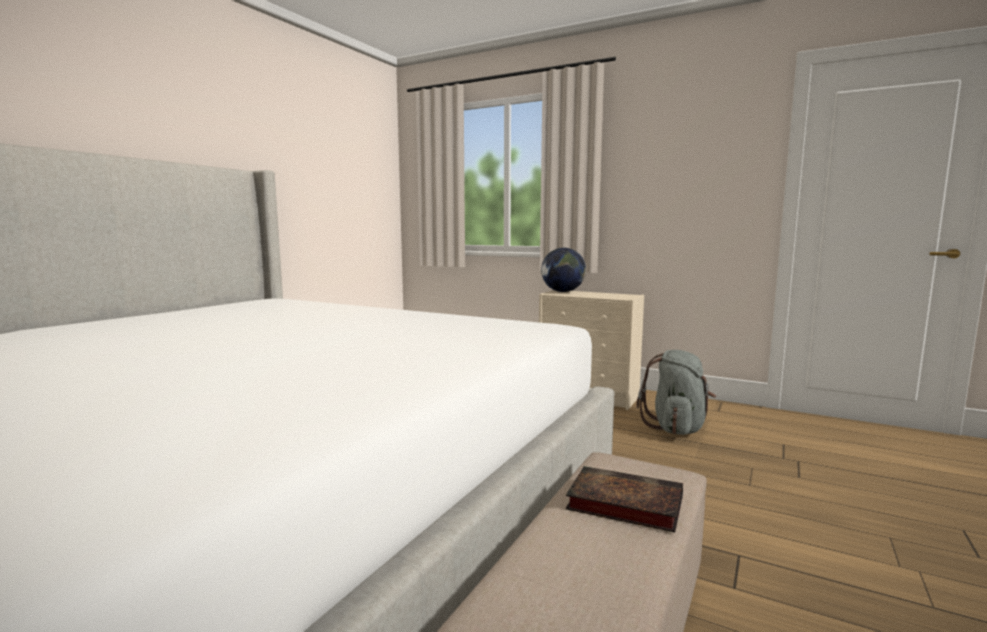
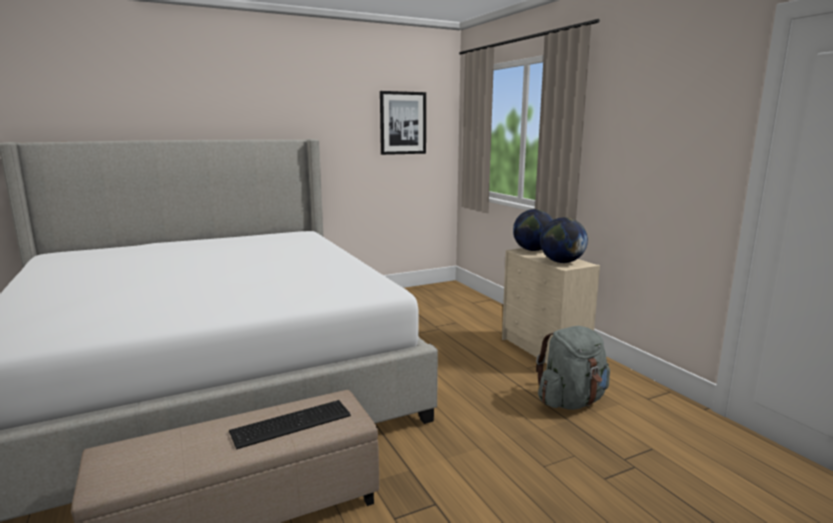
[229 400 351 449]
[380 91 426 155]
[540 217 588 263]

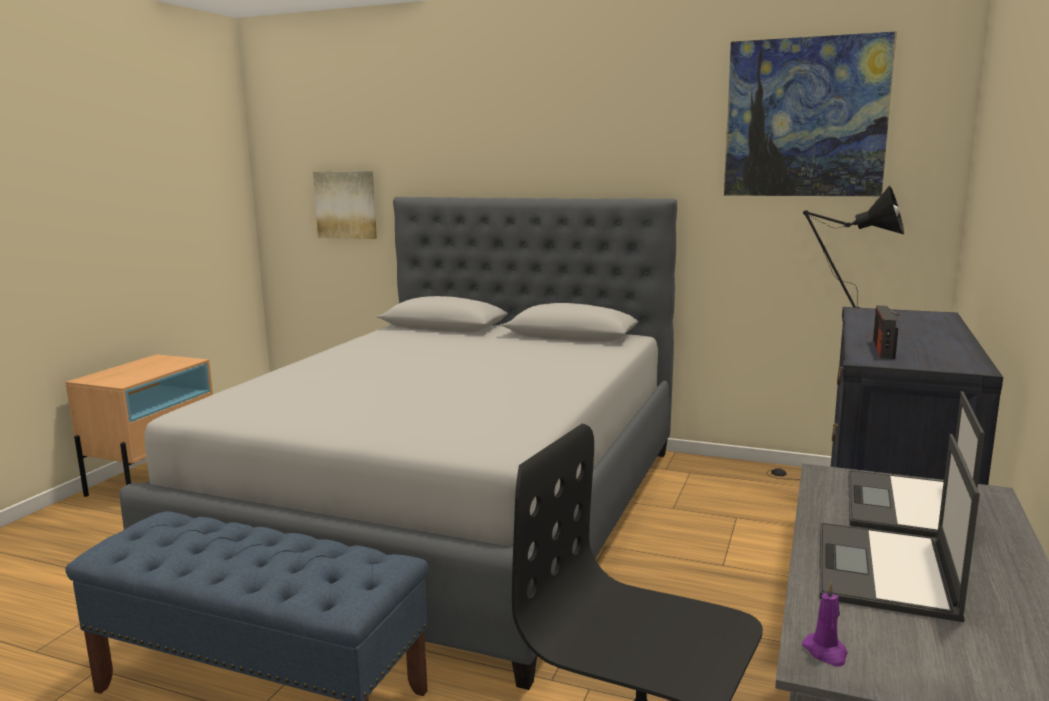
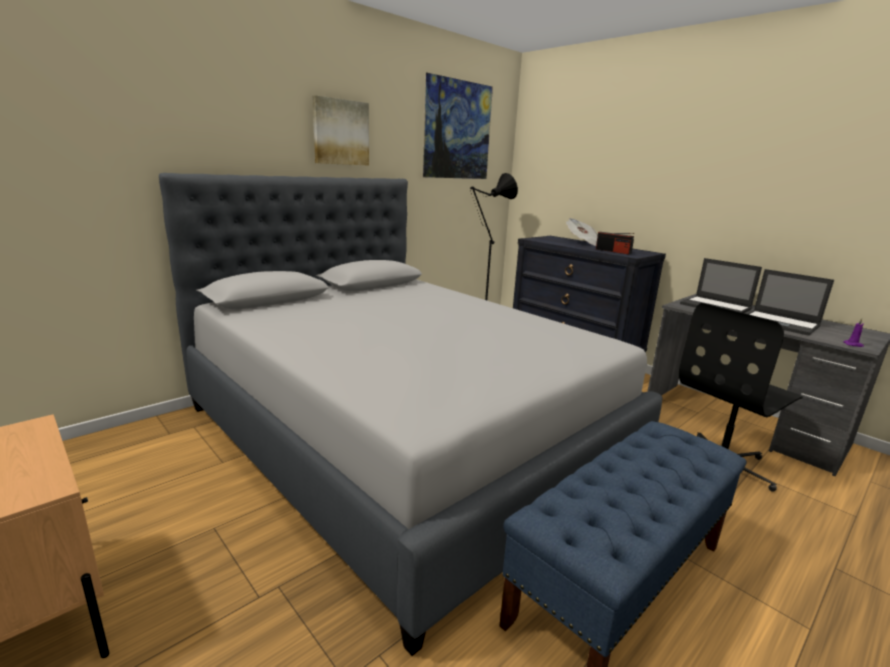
[312 95 369 166]
[566 218 598 246]

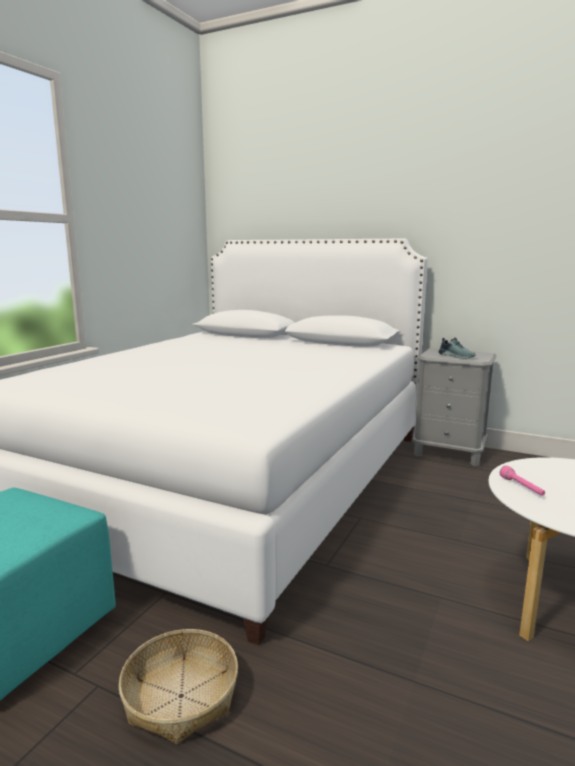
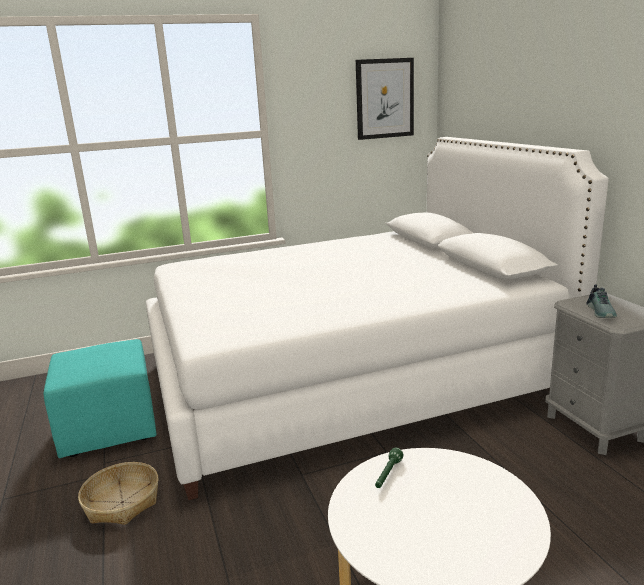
[356 58 414 140]
[375 448 403 488]

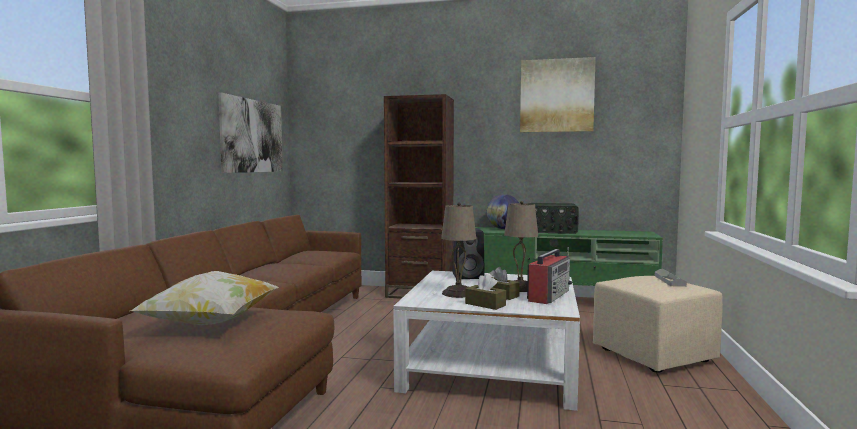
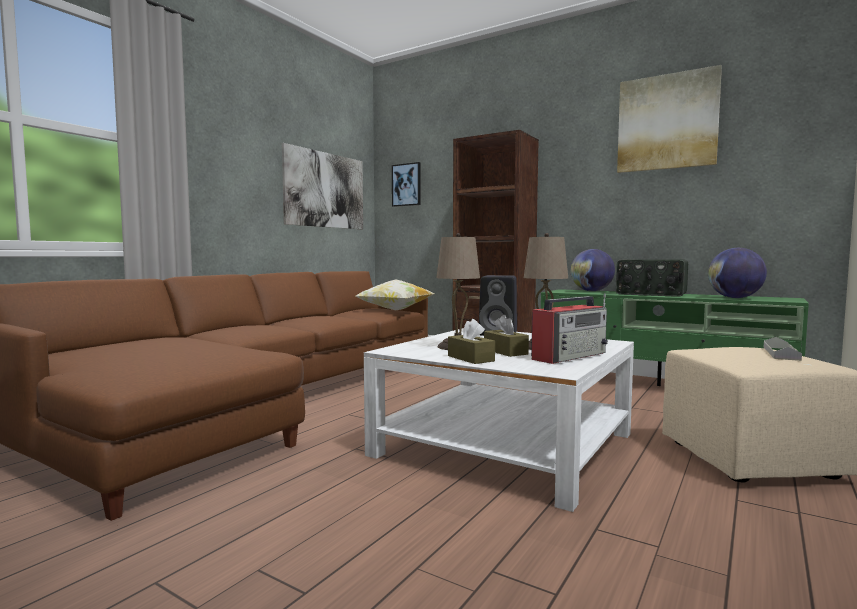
[356 279 434 311]
[392 162 421 207]
[708 248 767 298]

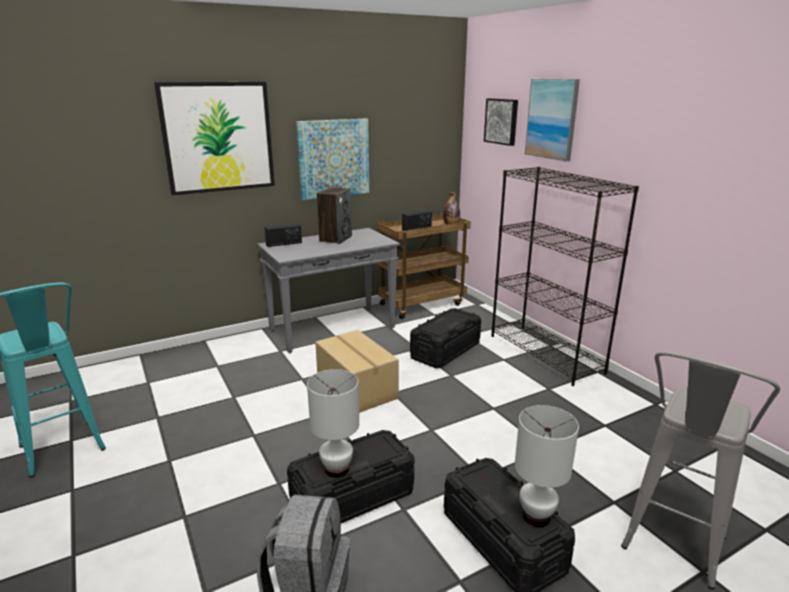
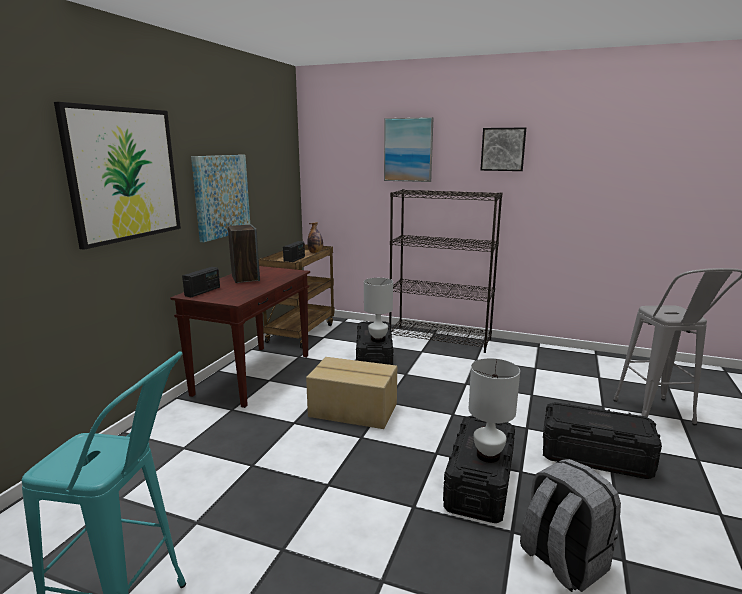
[170 266 310 408]
[364 278 393 342]
[480 127 526 171]

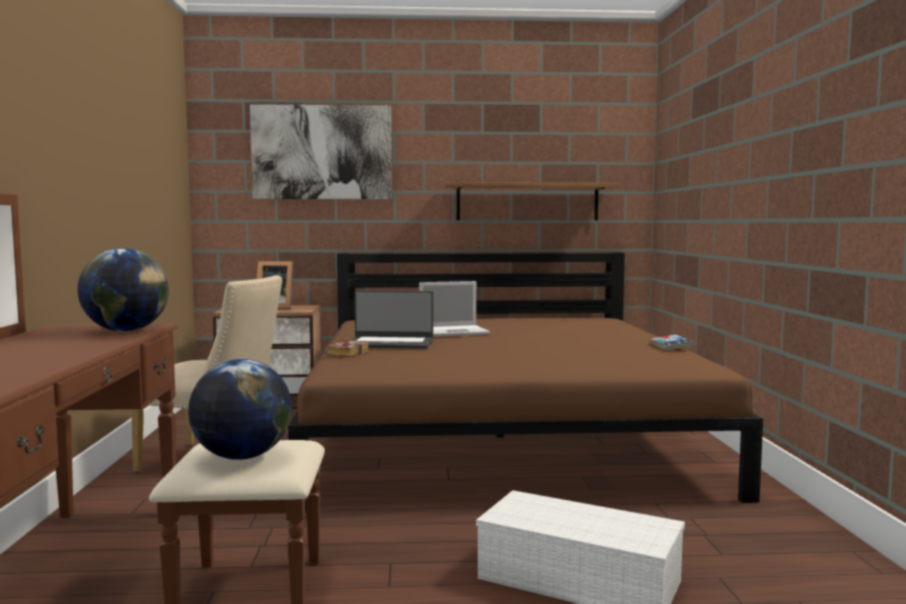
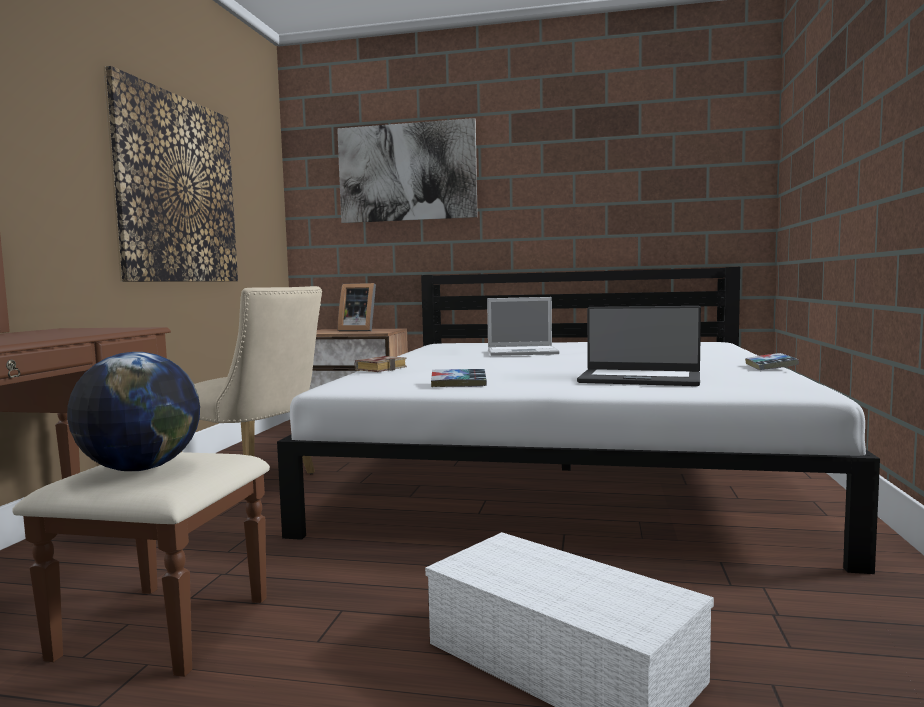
[104 66 238 282]
[277 267 880 574]
[431 369 487 387]
[577 306 701 386]
[77 248 169 332] (first image)
[443 182 620 220] (first image)

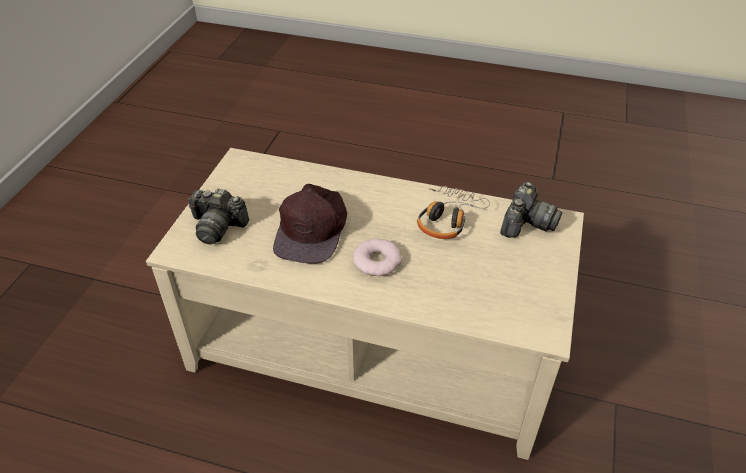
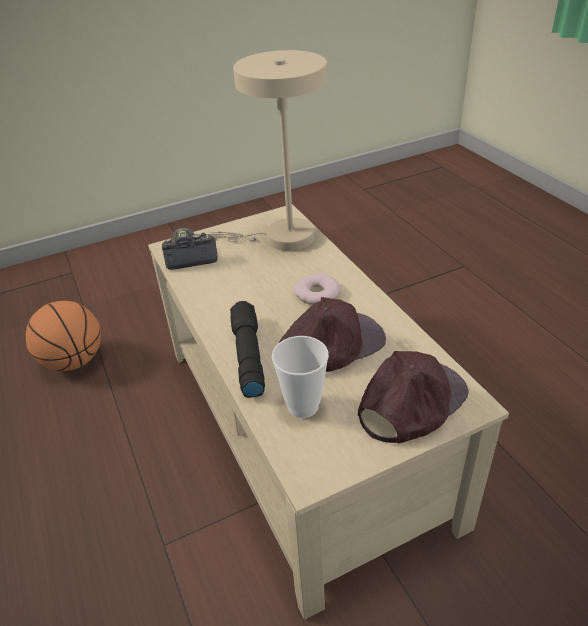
[26 301 101 371]
[207 50 327 251]
[230 301 265 398]
[272 336 329 418]
[358 351 469 443]
[417 186 490 239] (first image)

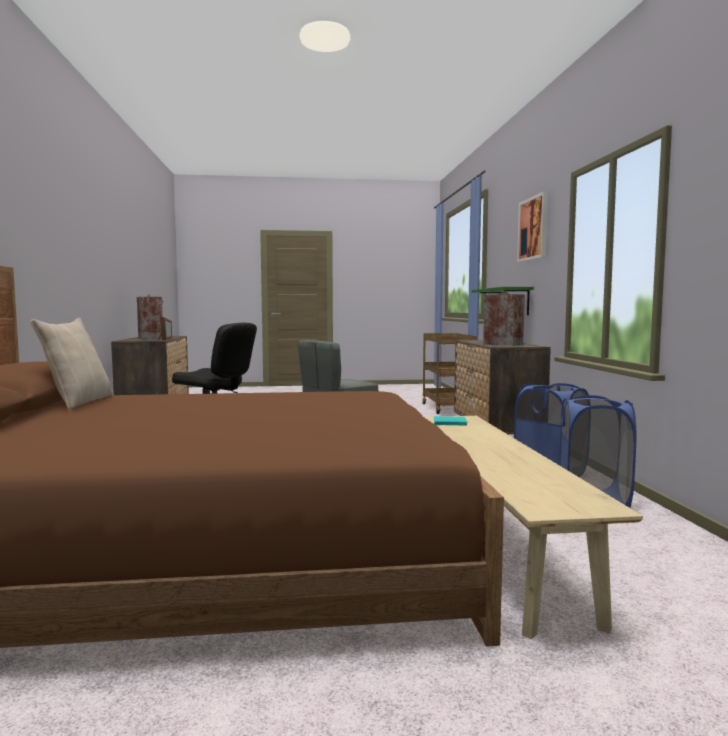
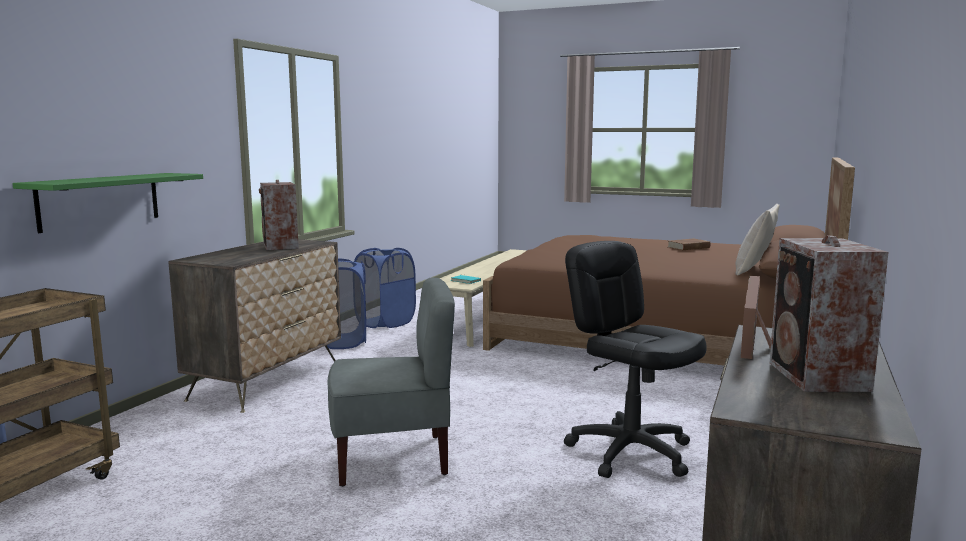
[668 239 710 250]
[517 192 548 262] (first image)

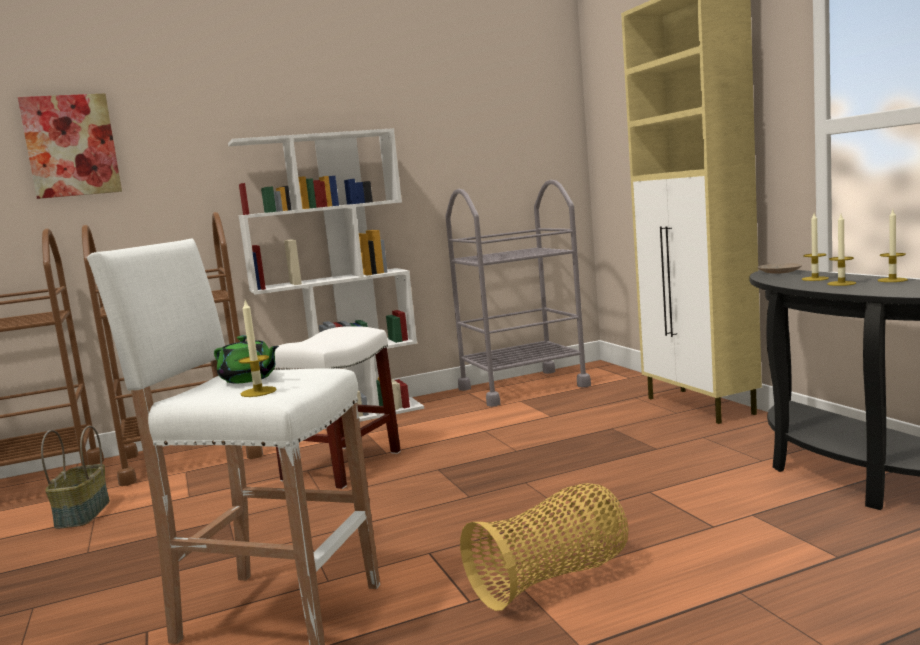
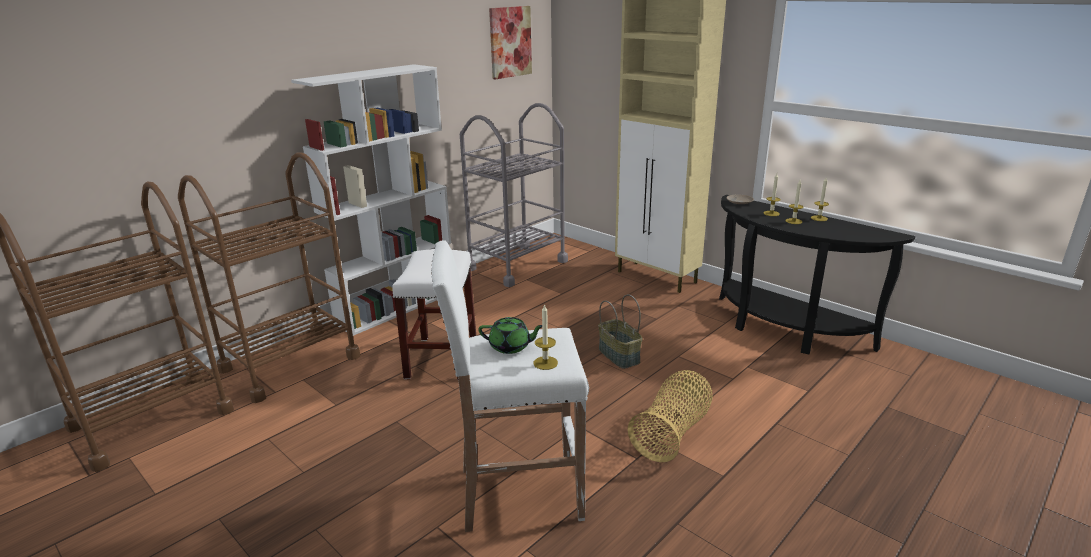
[489 6 532 79]
[598 294 643 369]

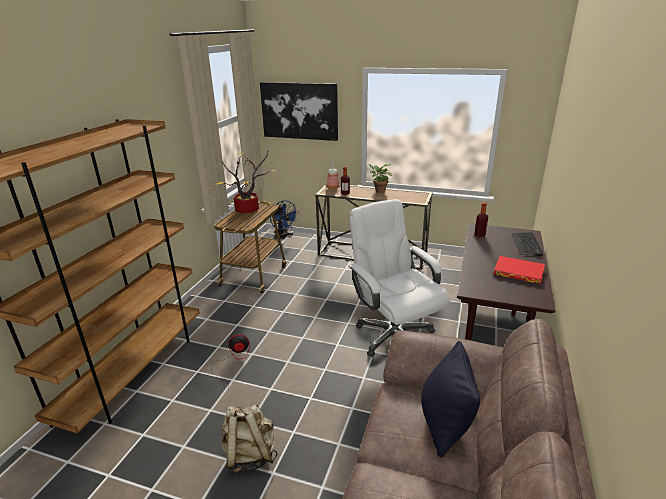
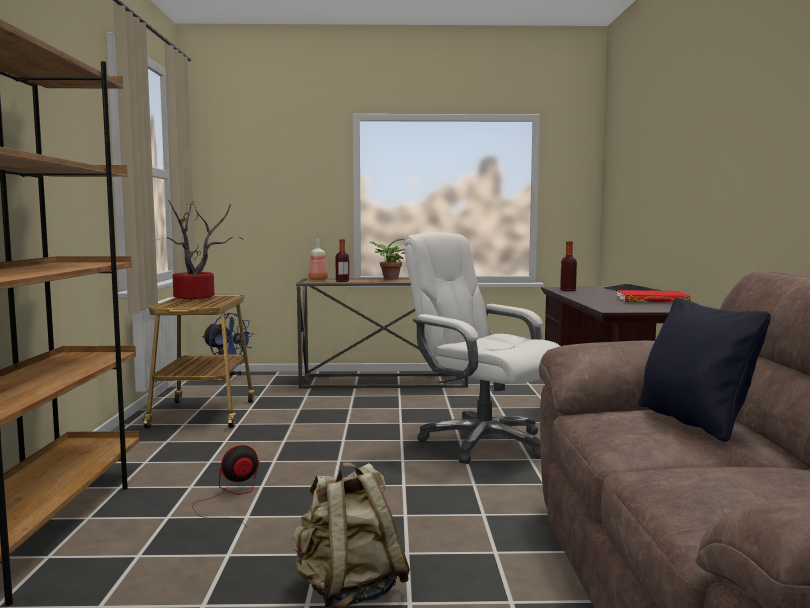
[260 82 338 141] (first image)

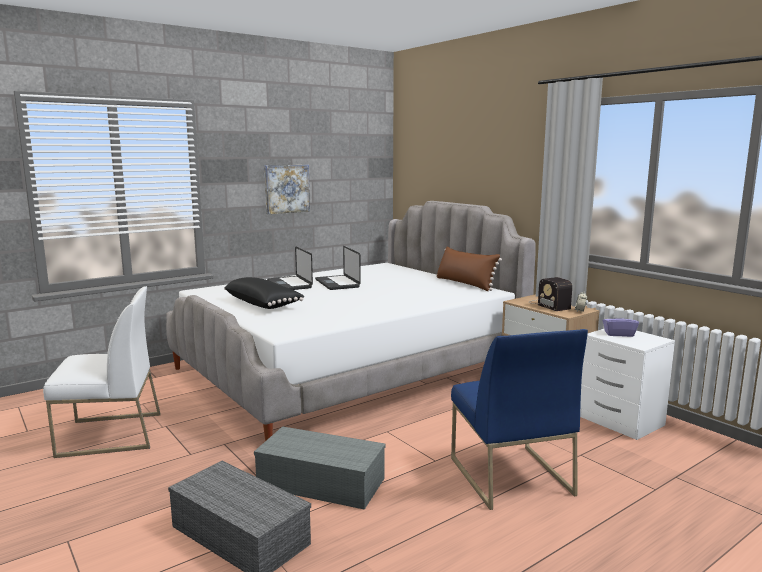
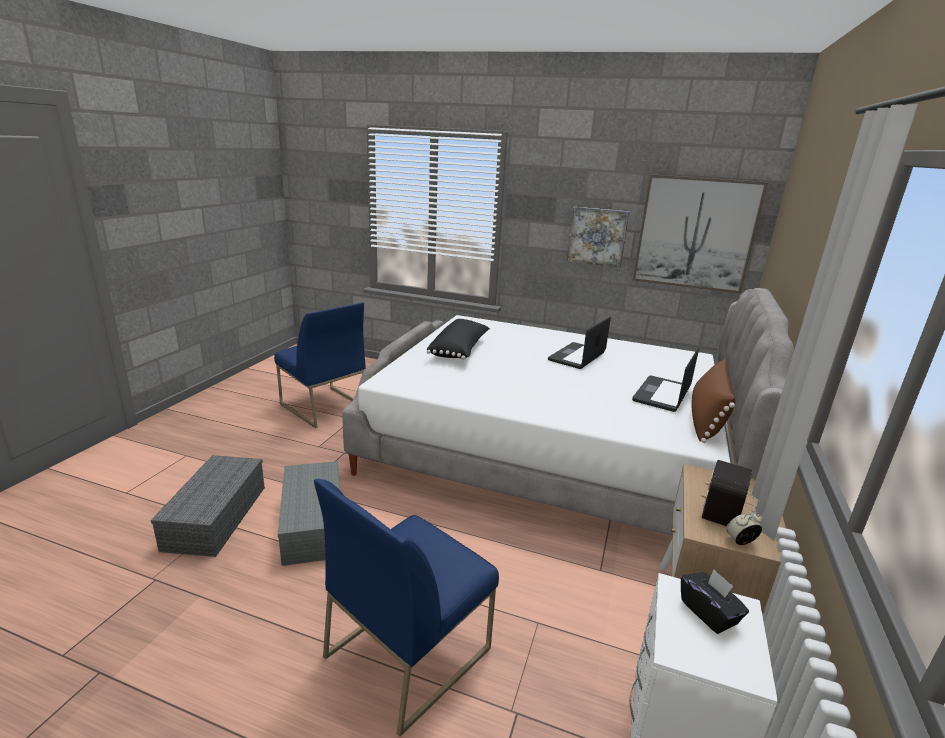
[274 302 366 428]
[632 347 699 412]
[633 174 768 294]
[681 569 749 634]

